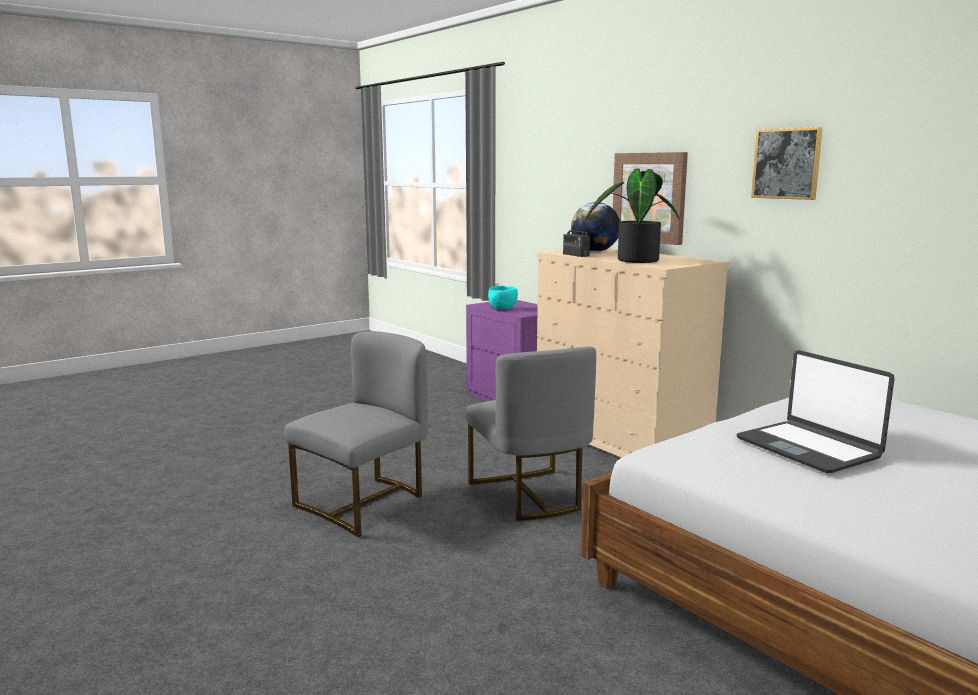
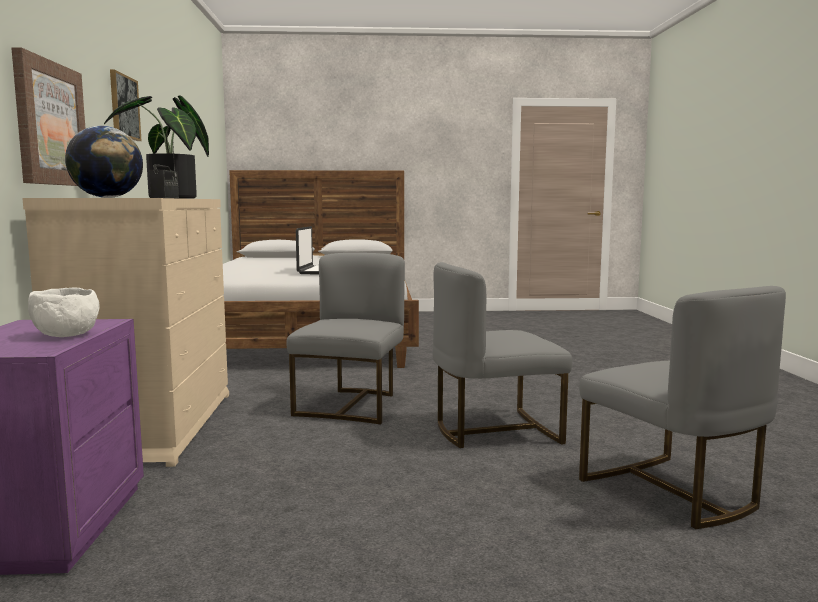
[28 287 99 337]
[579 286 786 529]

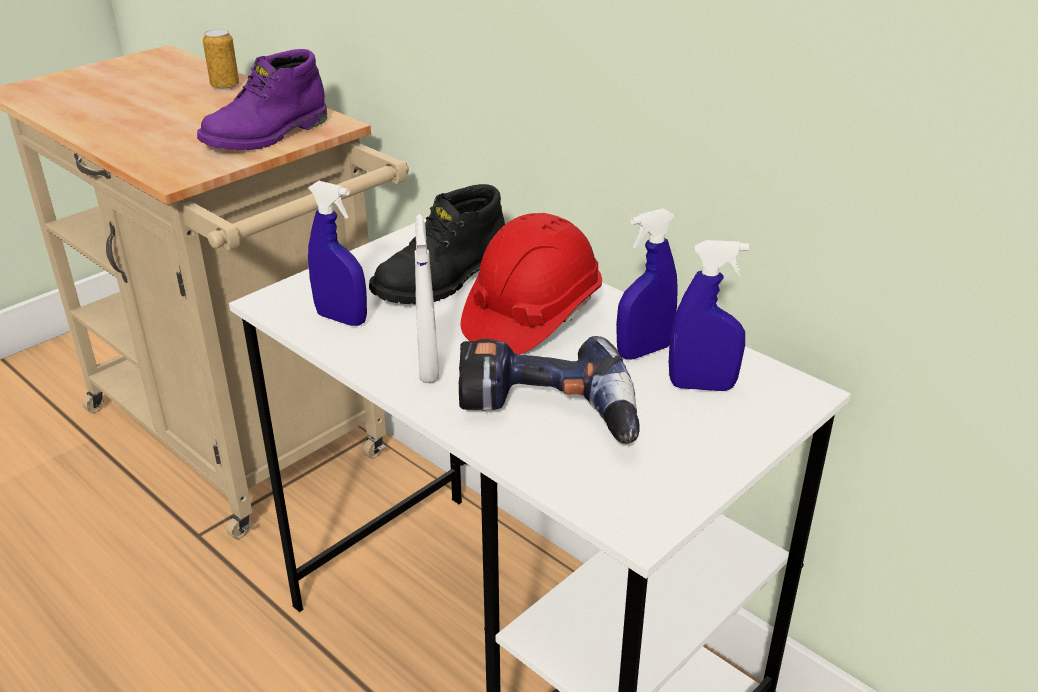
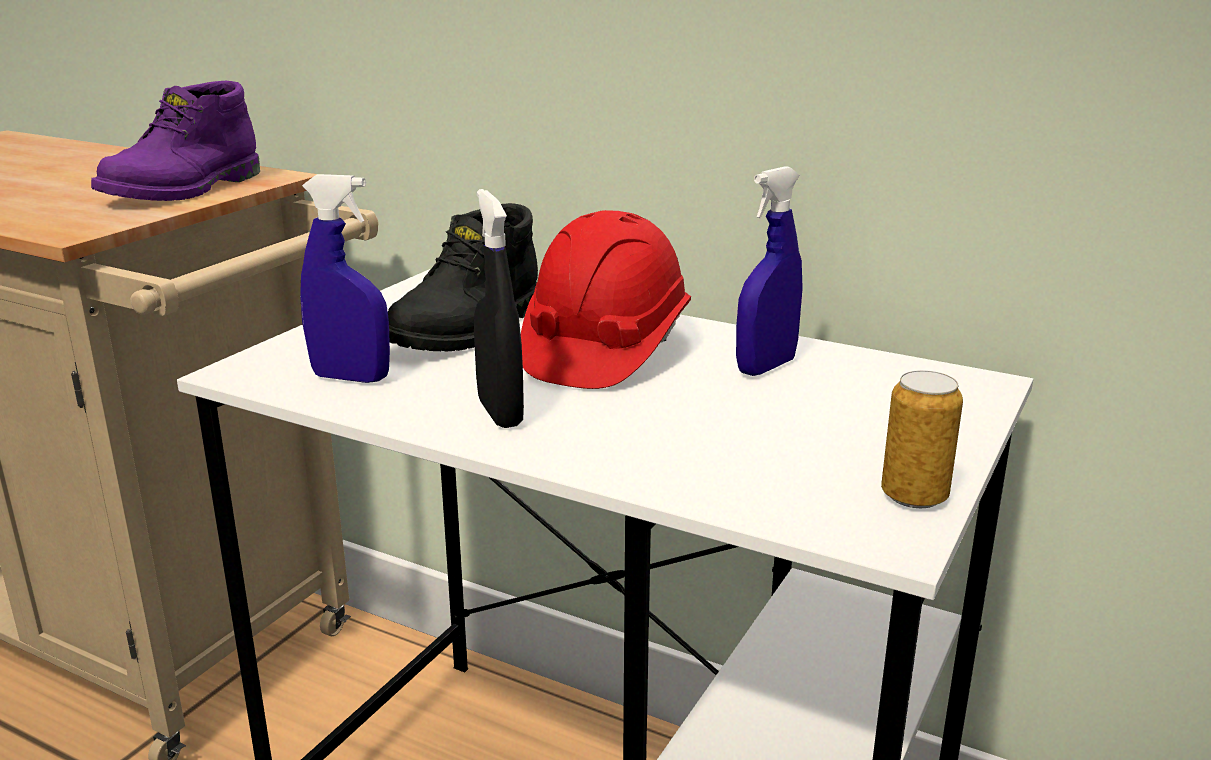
[474 189 524 428]
[881 370 963 508]
[459 336 640 444] (first image)
[669 240 749 391] (first image)

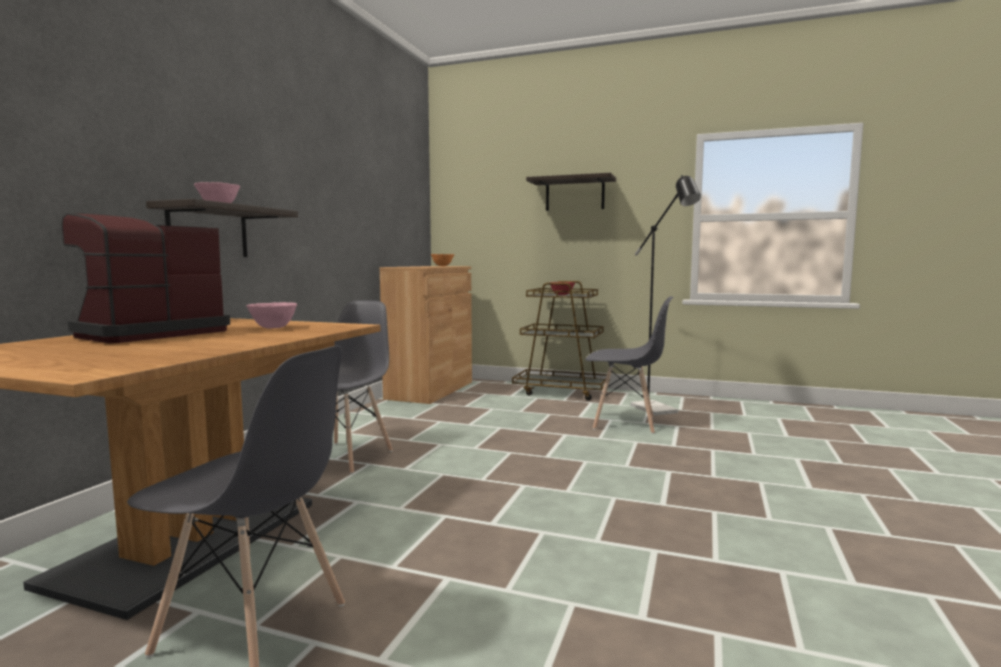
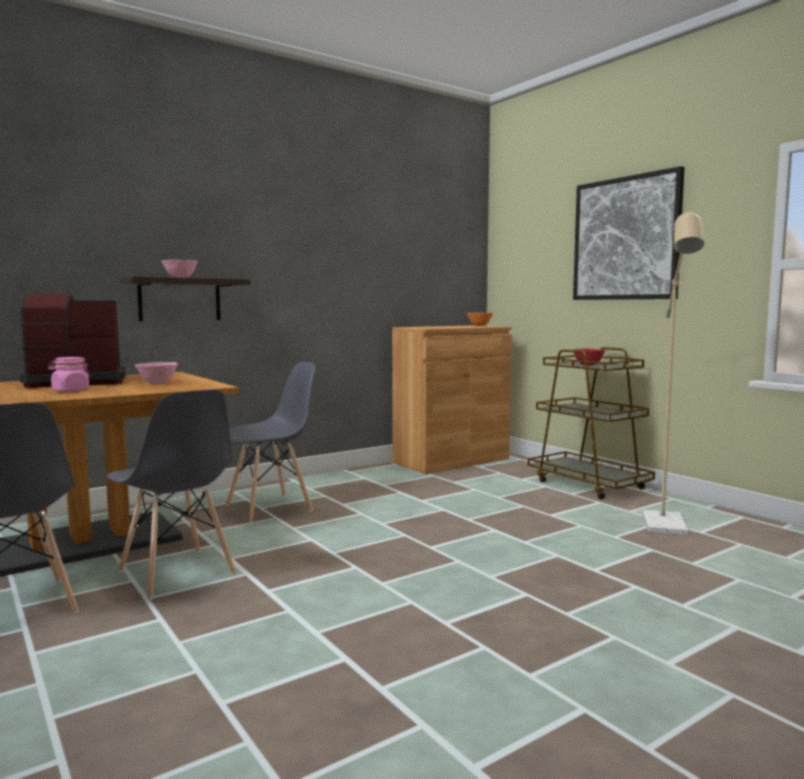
[48 357 89 392]
[107 389 236 600]
[573 166 685 300]
[642 211 704 535]

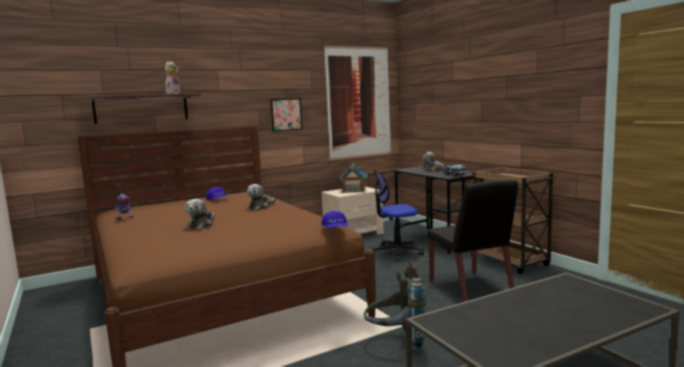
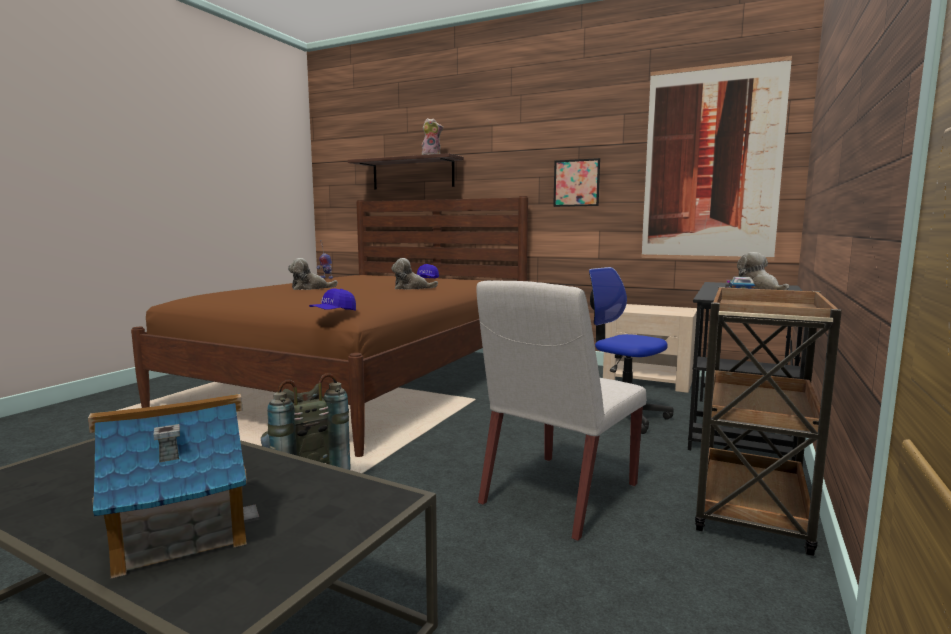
[88 394 259 578]
[476 280 646 541]

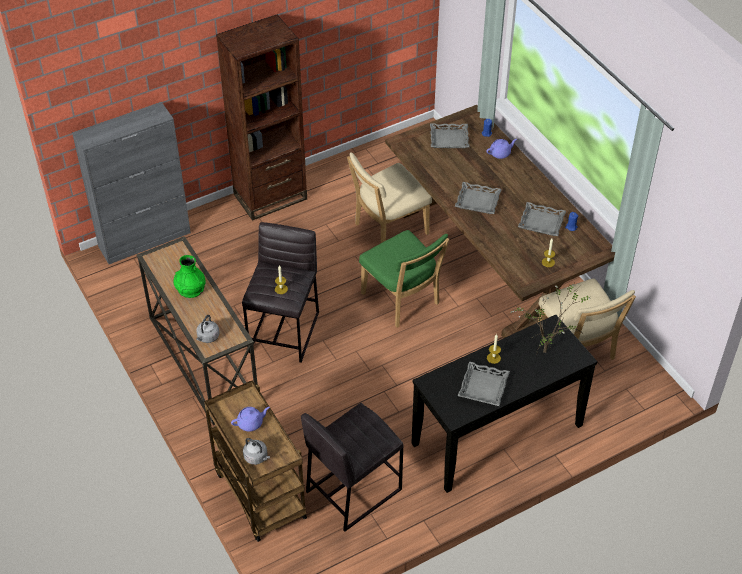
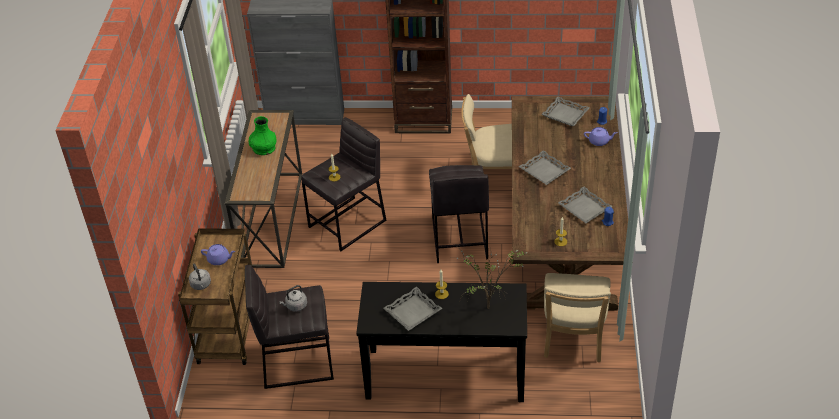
[279 285 307 312]
[429 165 489 263]

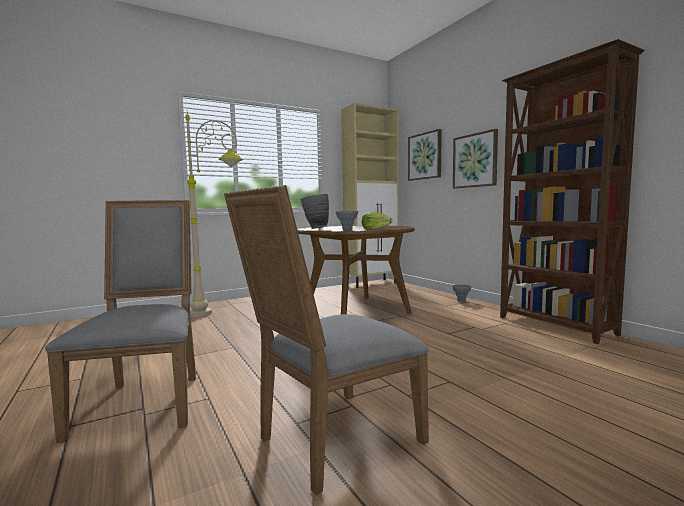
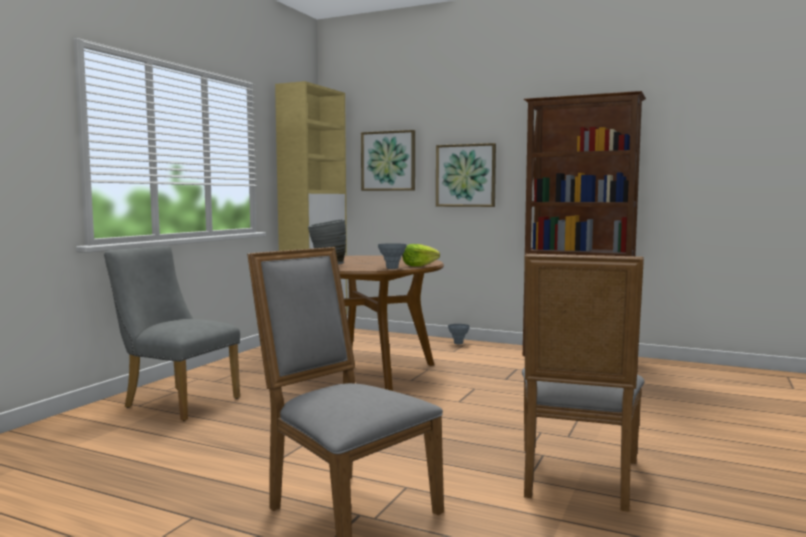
[104 245 240 421]

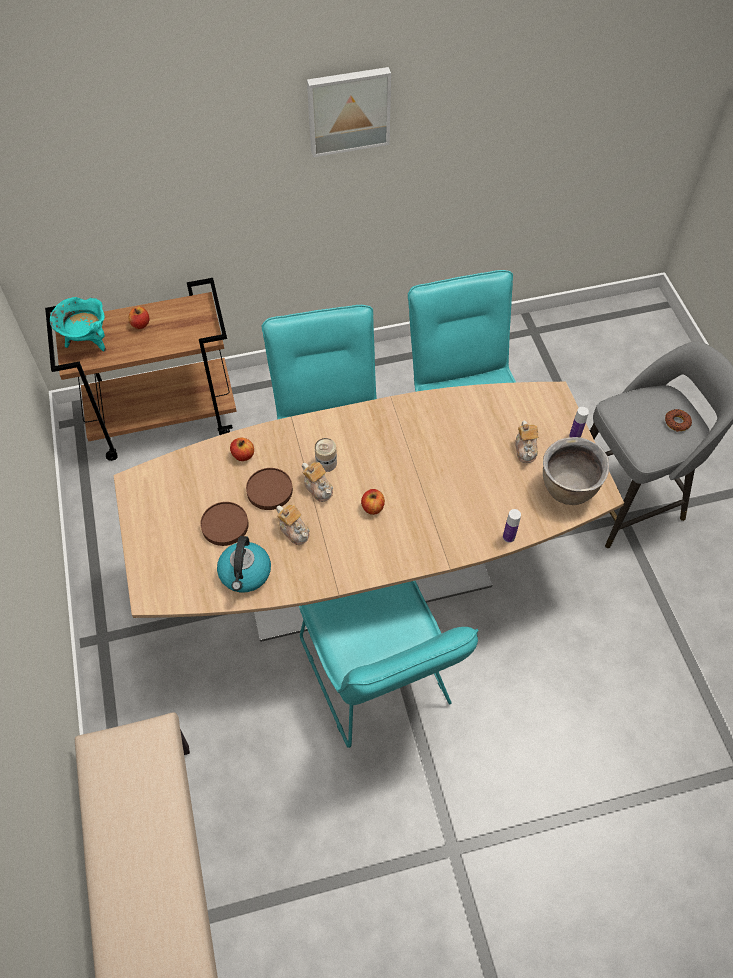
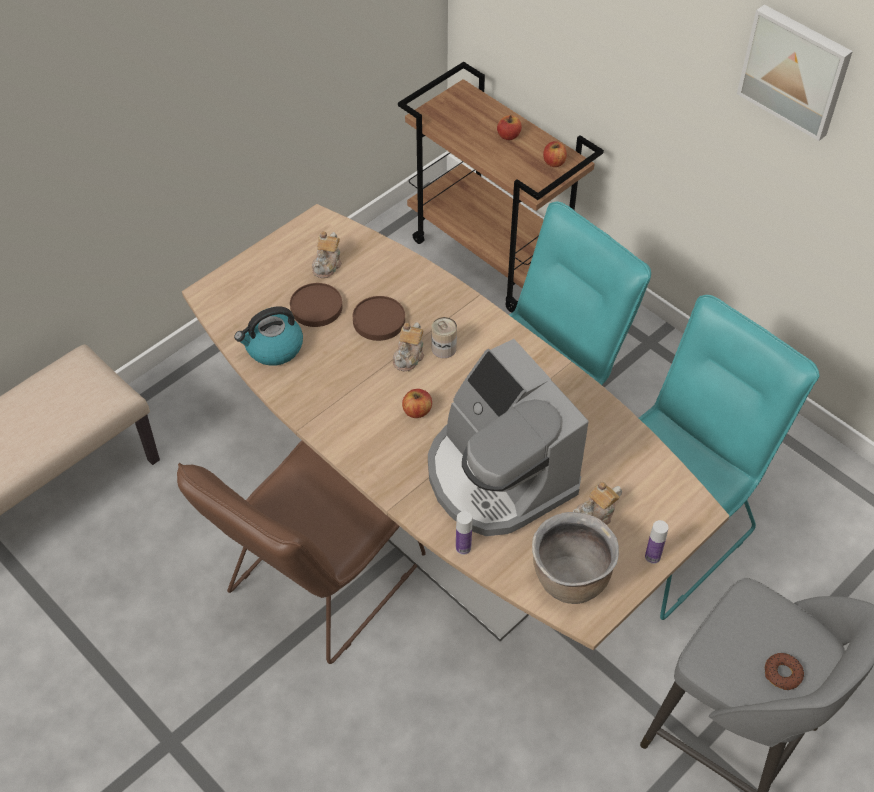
[177 440 426 664]
[312 231 342 278]
[428 339 588 536]
[543 141 567 167]
[50 297 106 352] (first image)

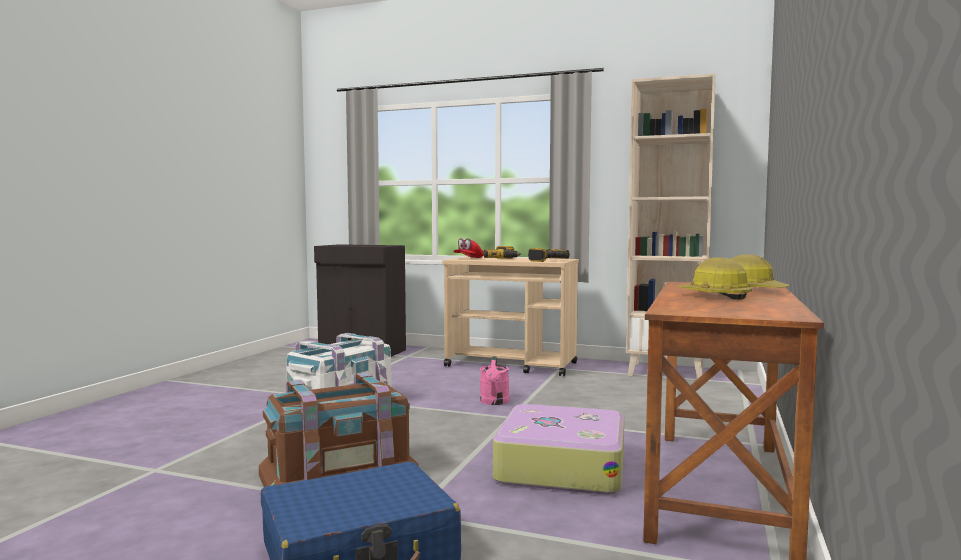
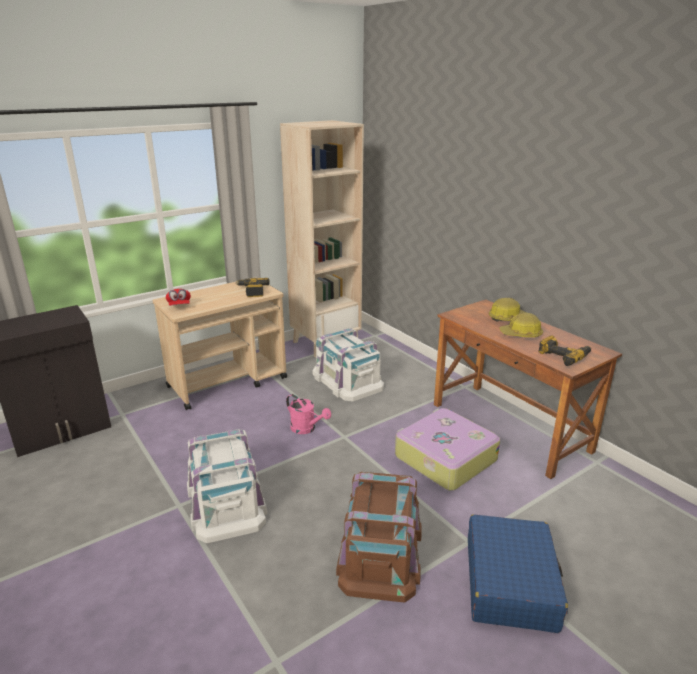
[313 328 384 401]
[538 335 591 366]

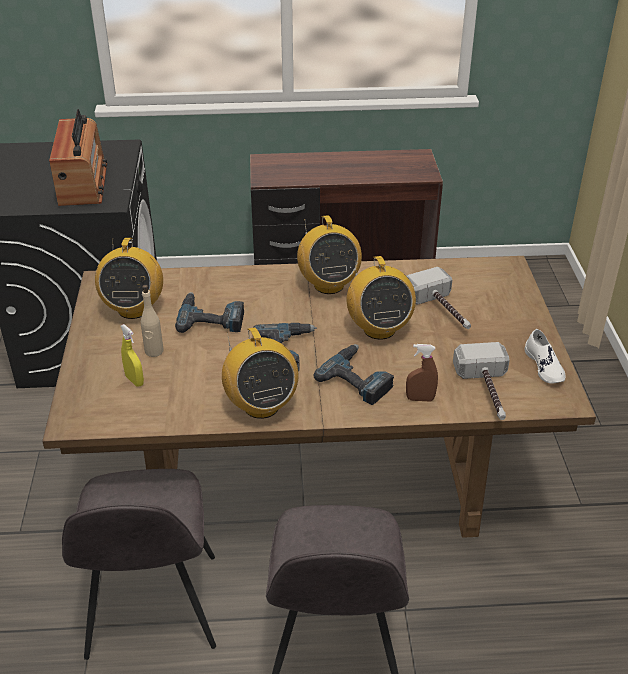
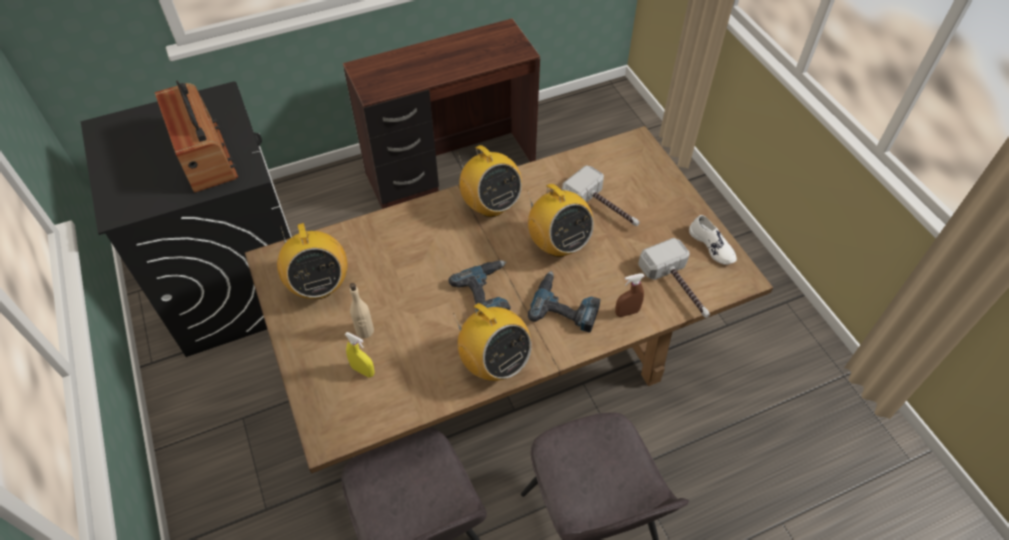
[175 292 244 333] (first image)

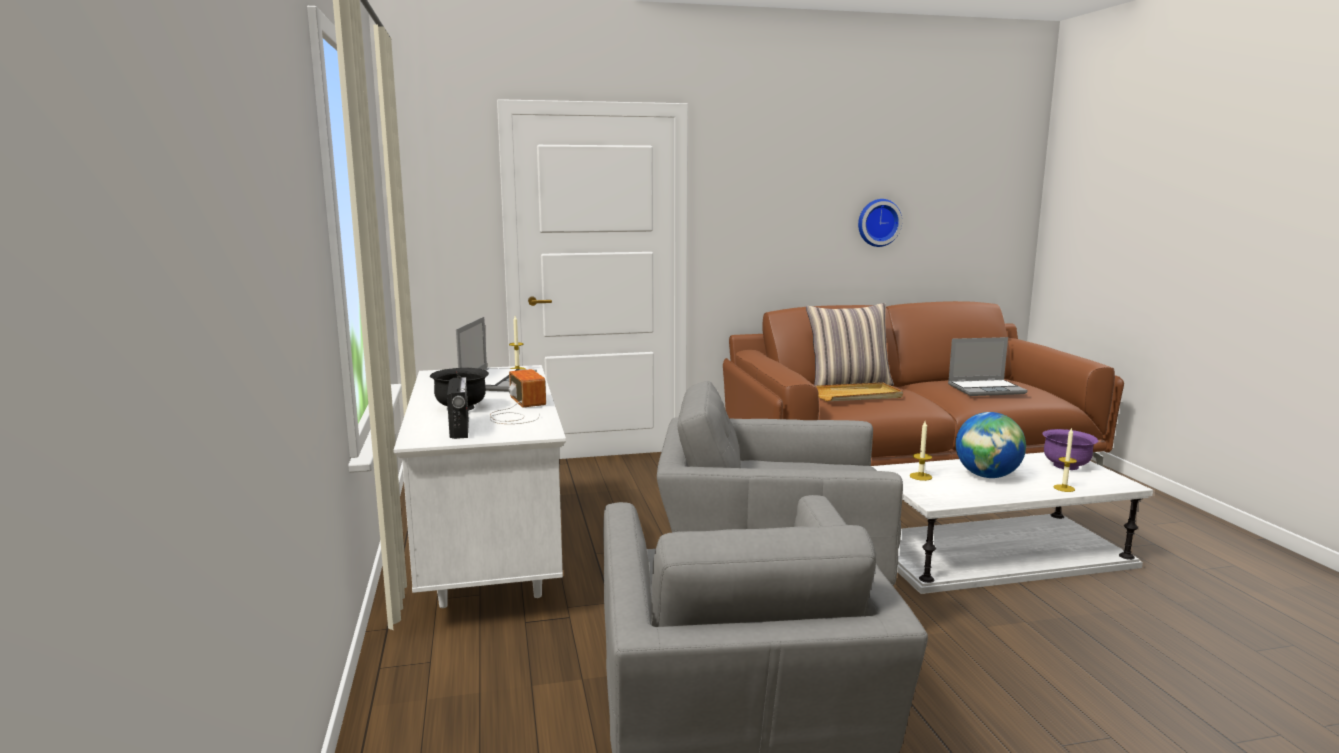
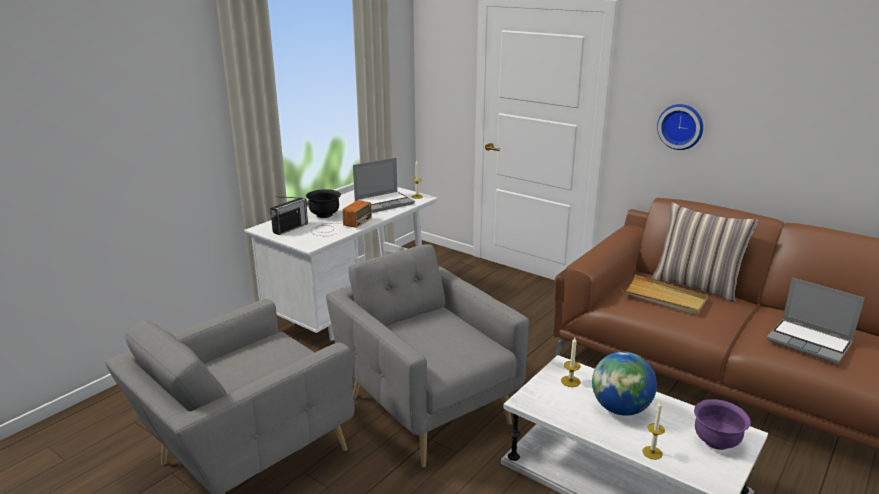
[657 104 703 150]

